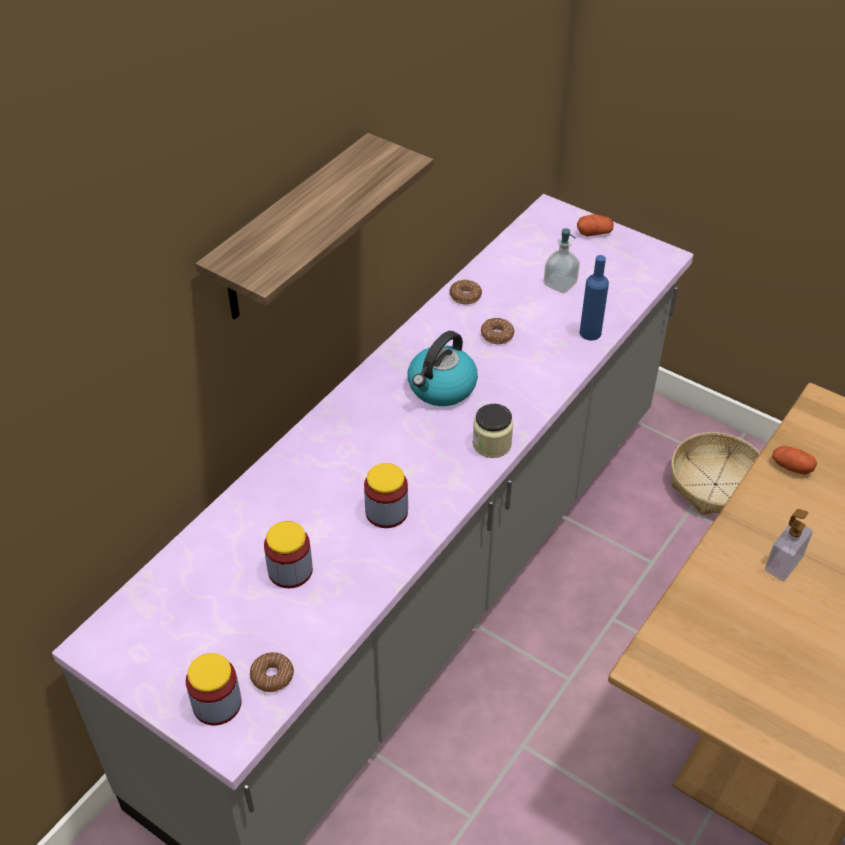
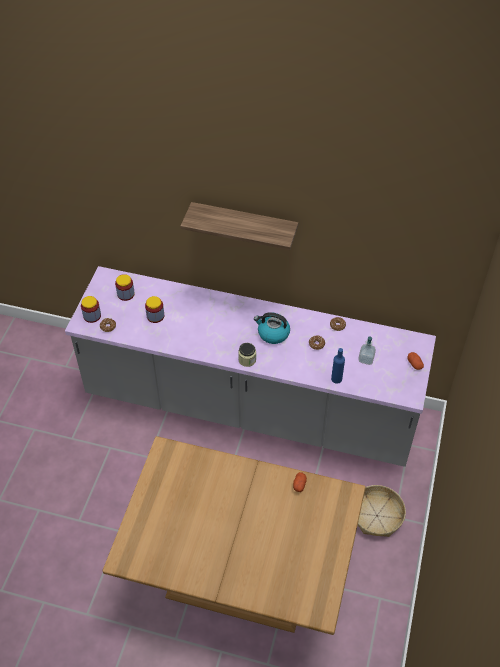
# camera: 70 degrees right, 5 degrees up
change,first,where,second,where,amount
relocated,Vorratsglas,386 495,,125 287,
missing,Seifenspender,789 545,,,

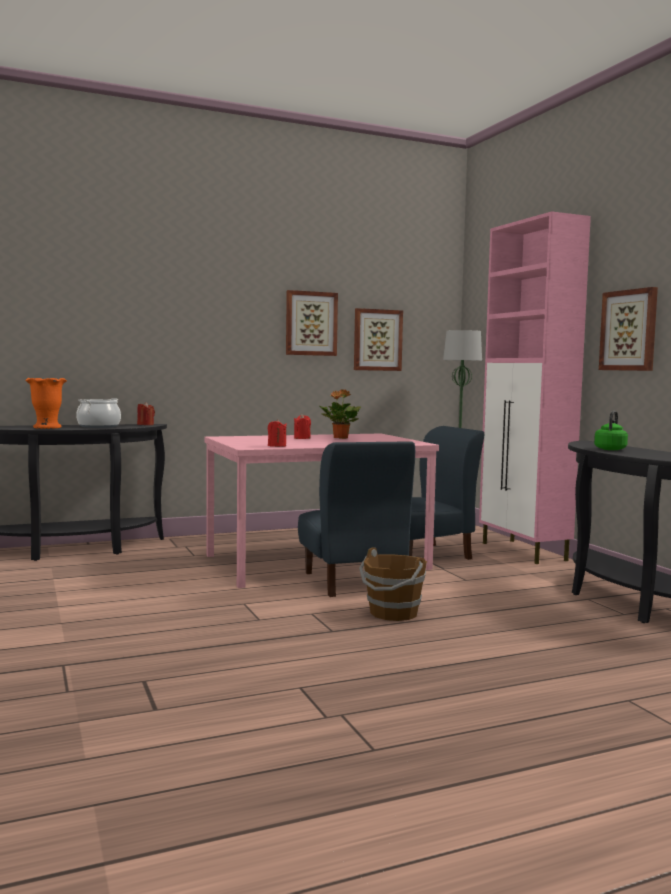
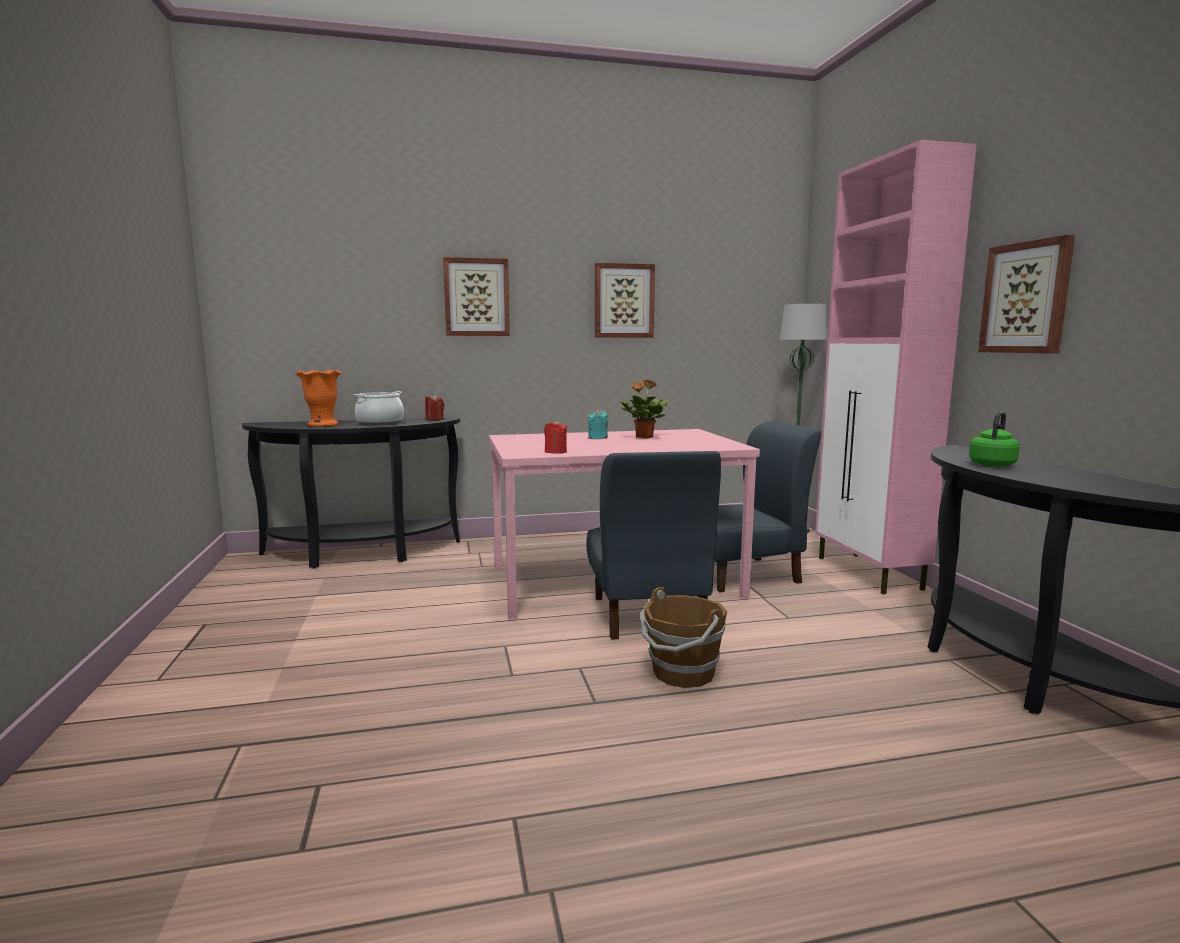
# camera: 10 degrees right, 5 degrees up
change,first,where,second,where,amount
colour,Kerze (rot),302 426,Kerze (türkis),598 424,
relocated,Bild,378 339,,476 296,

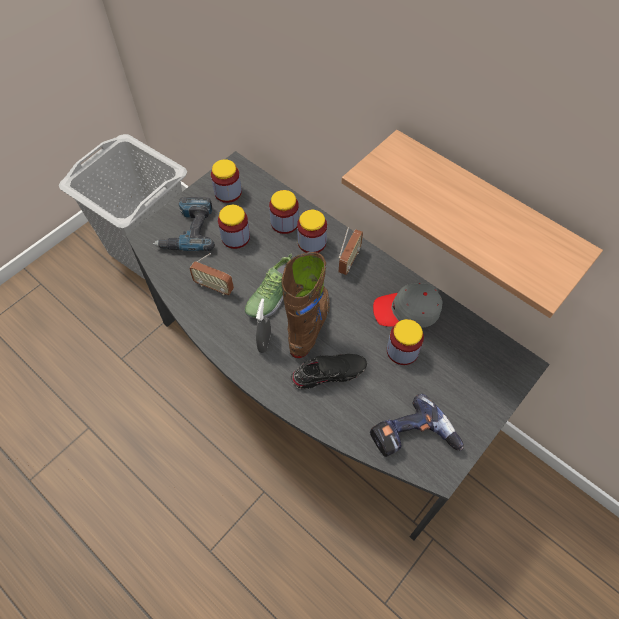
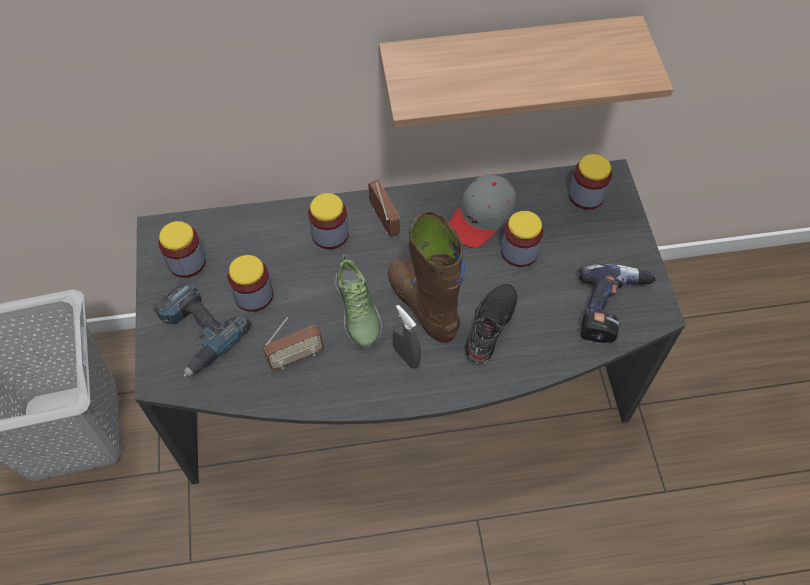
# camera: 50 degrees left, 0 degrees up
change,first,where,second,where,amount
relocated,Vorratsglas,284 212,,590 182,

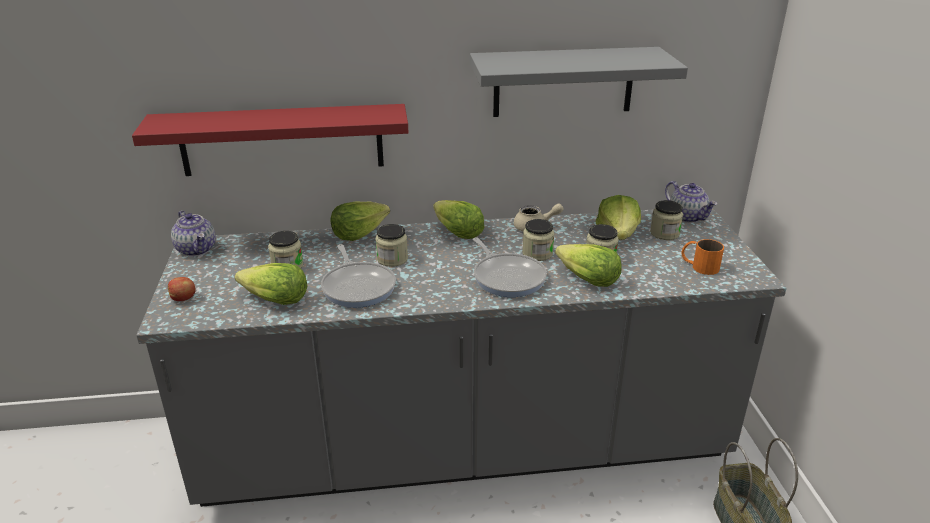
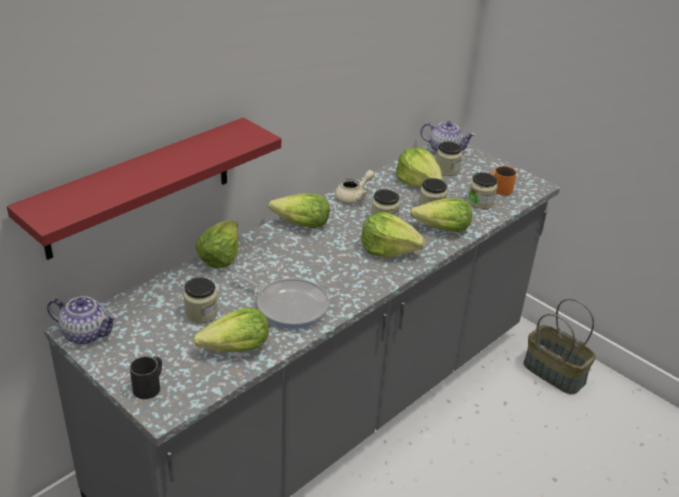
# camera: 40 degrees left, 5 degrees up
change,first,where,second,where,amount
exchanged,Apfel,182 289,Henkelbecher (schwarz),146 377,
relocated,Vorratsglas,392 245,,482 190,
missing,Wandregal (grau),579 82,,,
exchanged,Pfanne,510 267,Salatkopf,393 234,

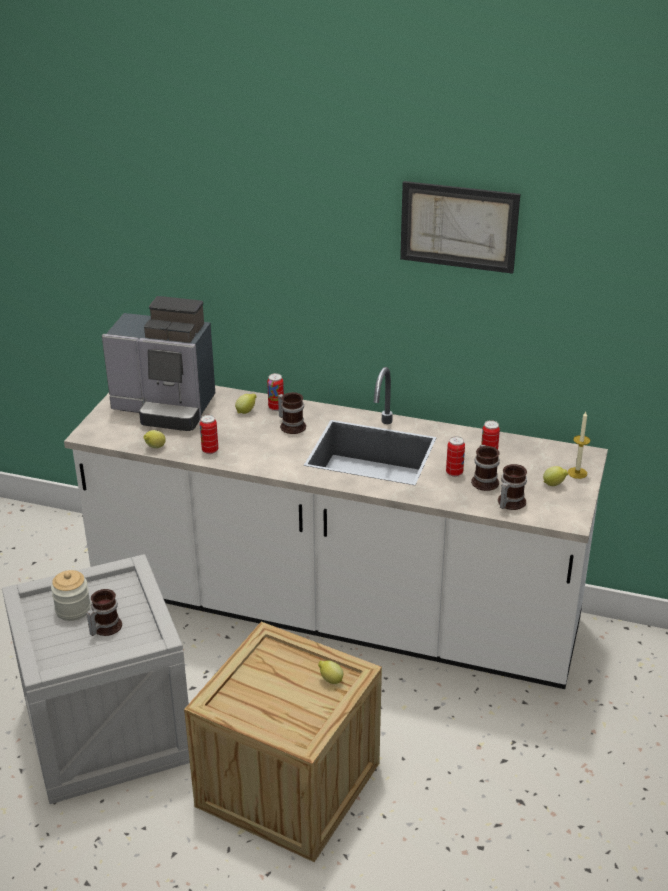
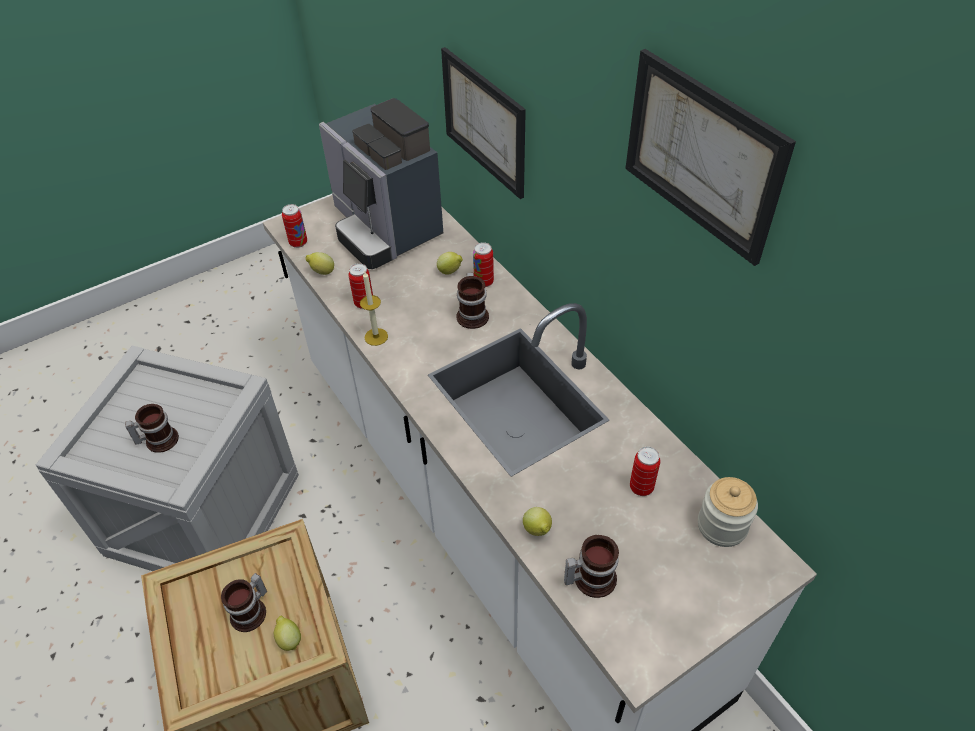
# camera: 40 degrees right, 15 degrees up
change,first,where,second,where,amount
relocated,Vorratsglas,71 595,,728 512,
relocated,Dose,455 456,,294 226,
relocated,Henkelbecher,485 468,,244 602,
relocated,Zitrone,555 476,,537 521,
relocated,Kerze,579 445,,374 309,
appeared,,,Bild,483 123,

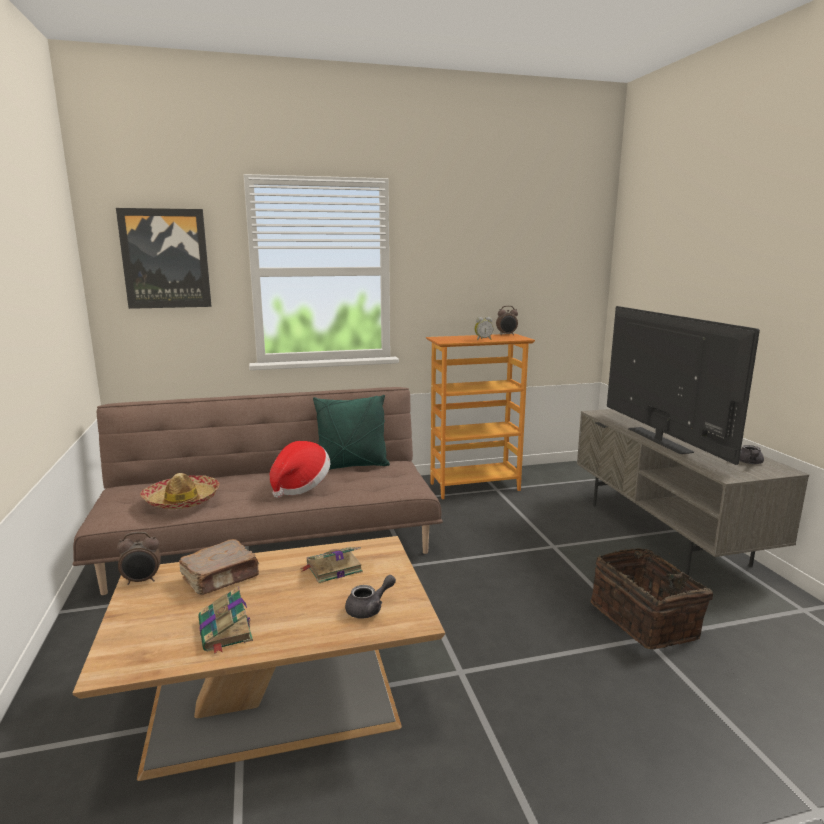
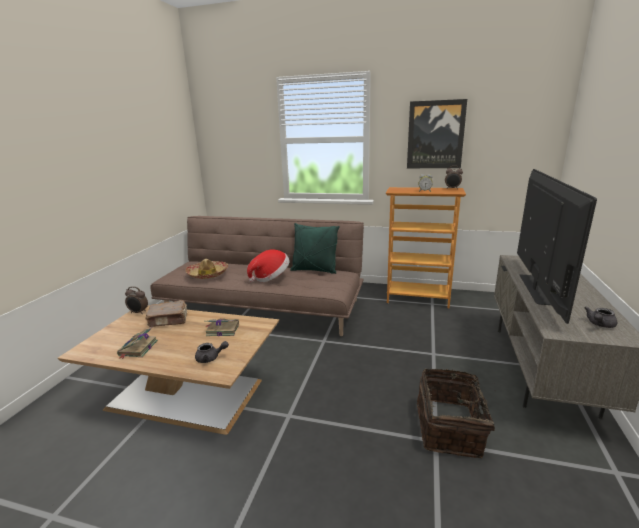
# camera: 30 degrees right, 5 degrees up
change,first,where,second,where,amount
relocated,Bild,164 258,,437 133,

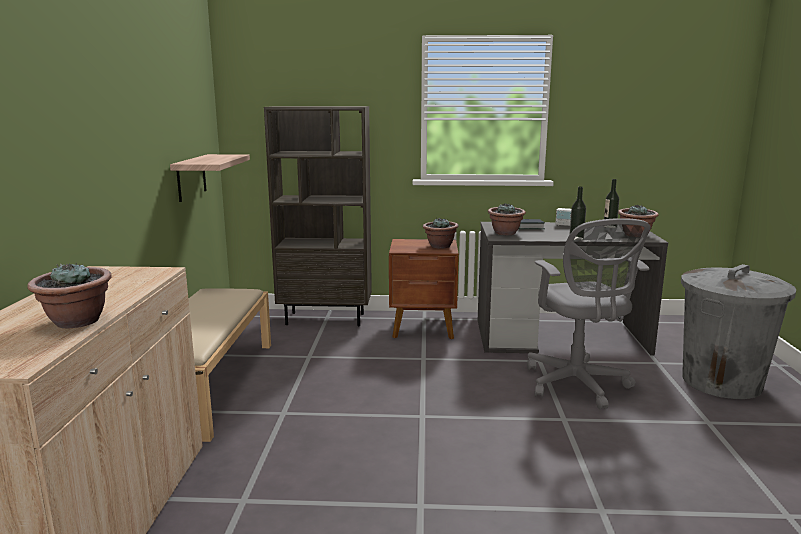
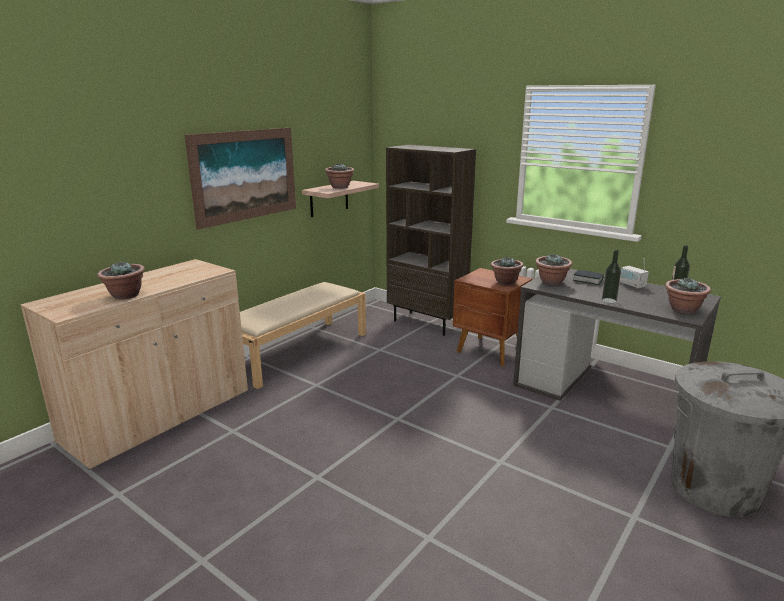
# camera: 35 degrees right, 5 degrees up
change,first,where,second,where,amount
missing,Bürostuhl (grau),589 313,,,
appeared,,,Bild,240 178,
appeared,,,Topfpflanze,339 176,

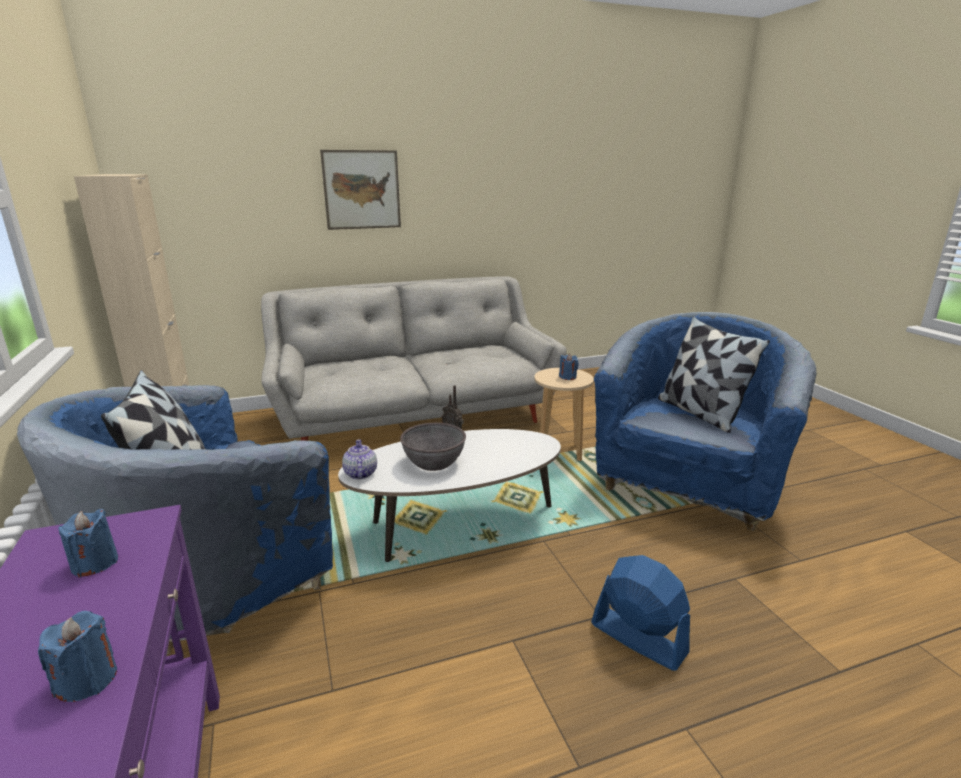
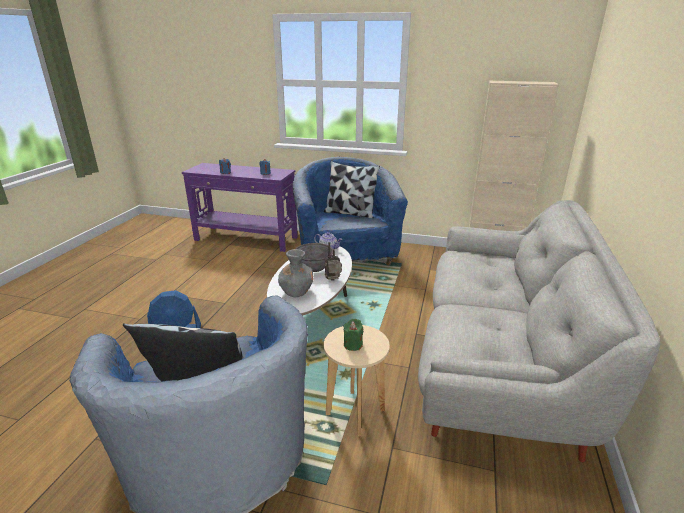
# camera: 125 degrees right, 5 degrees up
change,first,where,second,where,amount
missing,Bild,360 190,,,
colour,Kerze (blau),569 367,Kerze (grün),353 335,
appeared,,,Vase (grau),295 273,

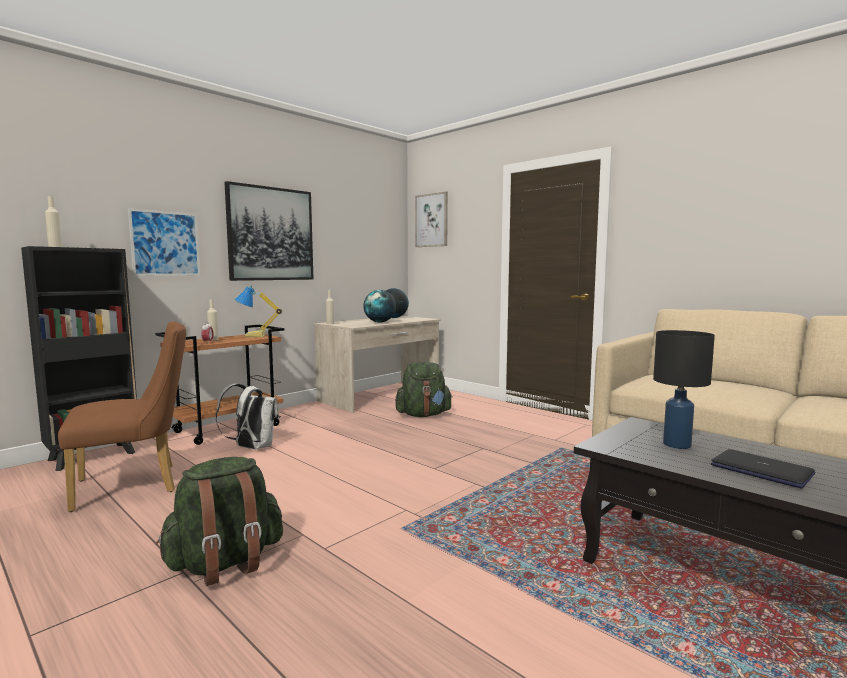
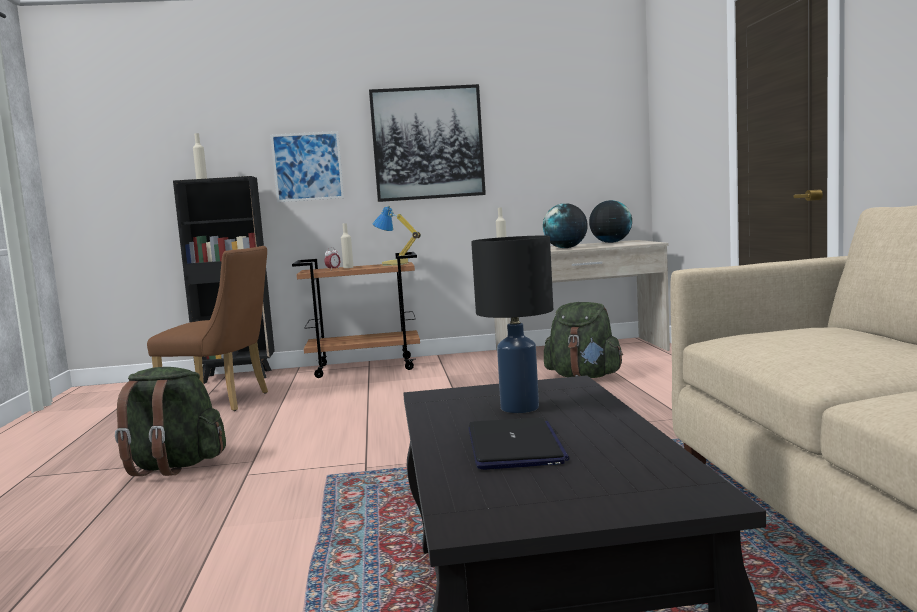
# camera: 40 degrees right, 0 degrees up
change,first,where,second,where,amount
missing,Rucksack (weiß),247 416,,,
missing,Bild,431 219,,,

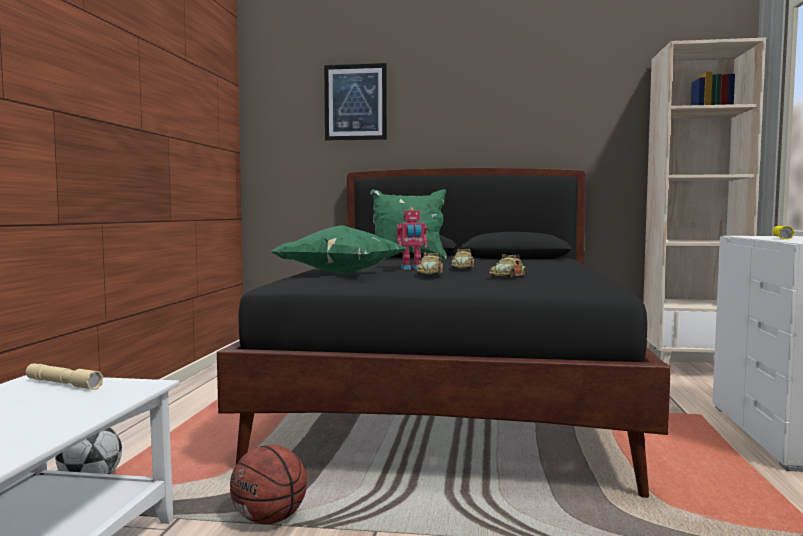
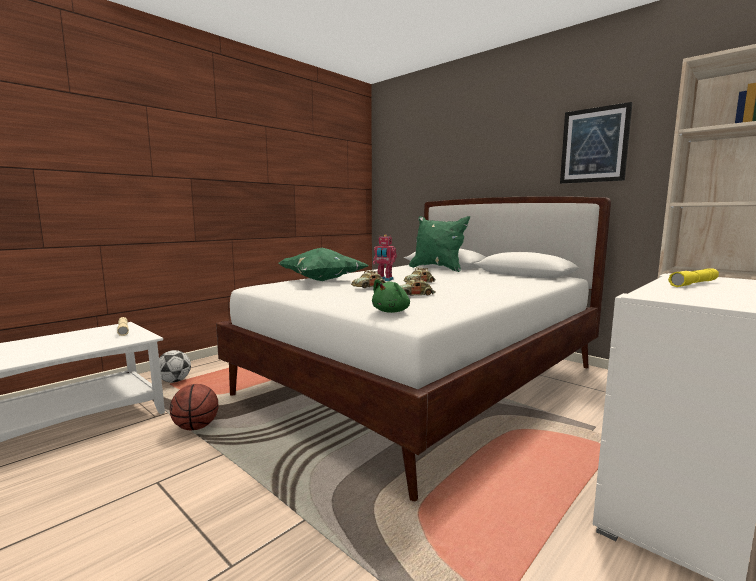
# camera: 35 degrees right, 5 degrees up
change,first,where,second,where,amount
colour,Bett (schwarz),444 333,Bett (weiß),413 348,
relocated,Bild,355 102,,596 143,
appeared,,,Plüschtier (grün),391 296,

